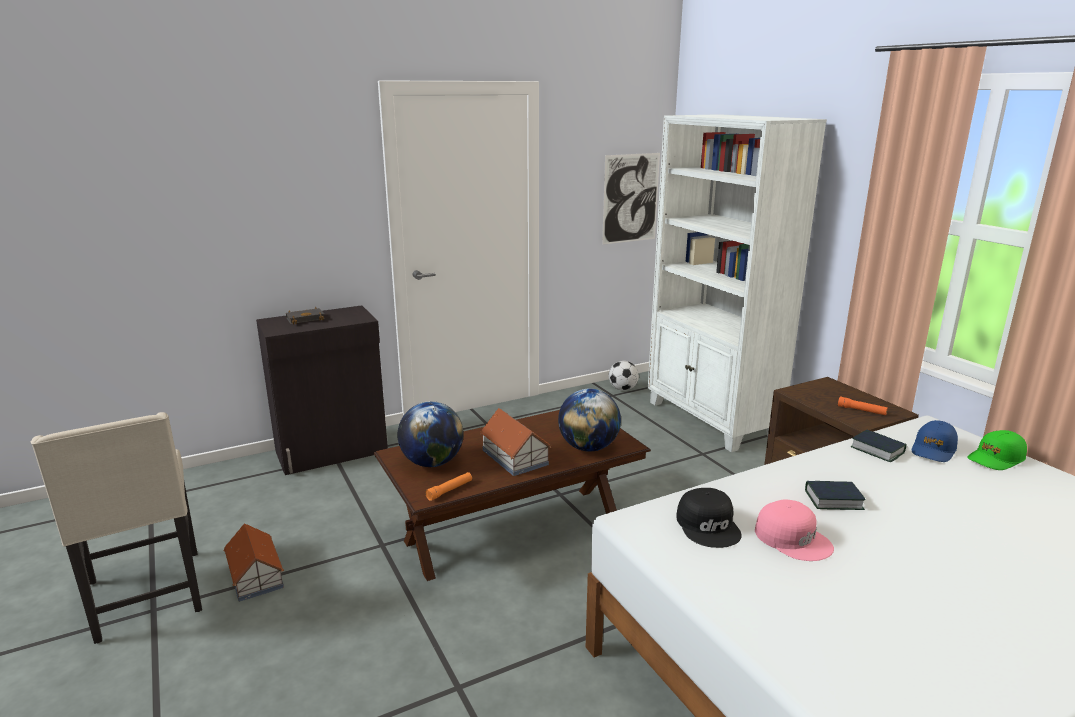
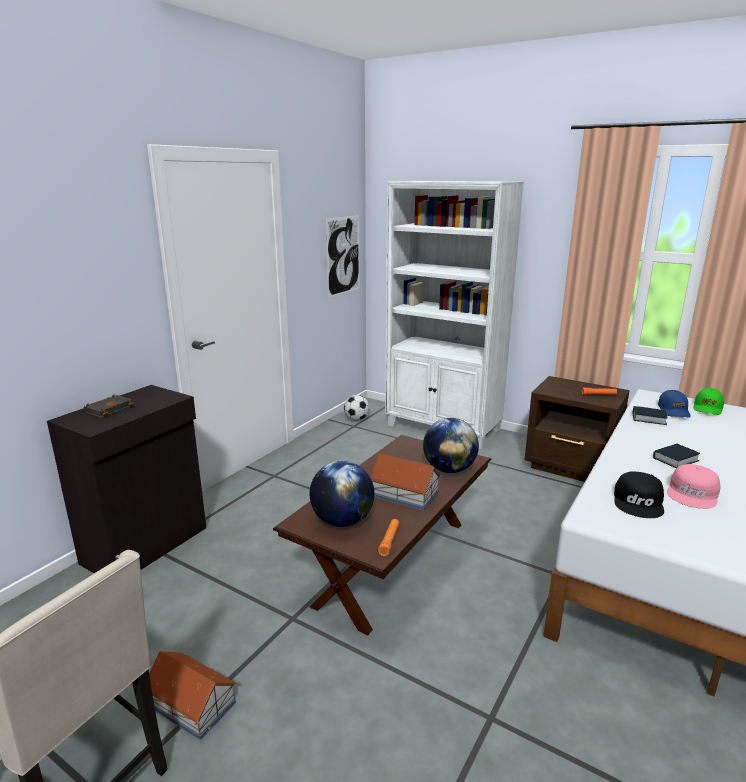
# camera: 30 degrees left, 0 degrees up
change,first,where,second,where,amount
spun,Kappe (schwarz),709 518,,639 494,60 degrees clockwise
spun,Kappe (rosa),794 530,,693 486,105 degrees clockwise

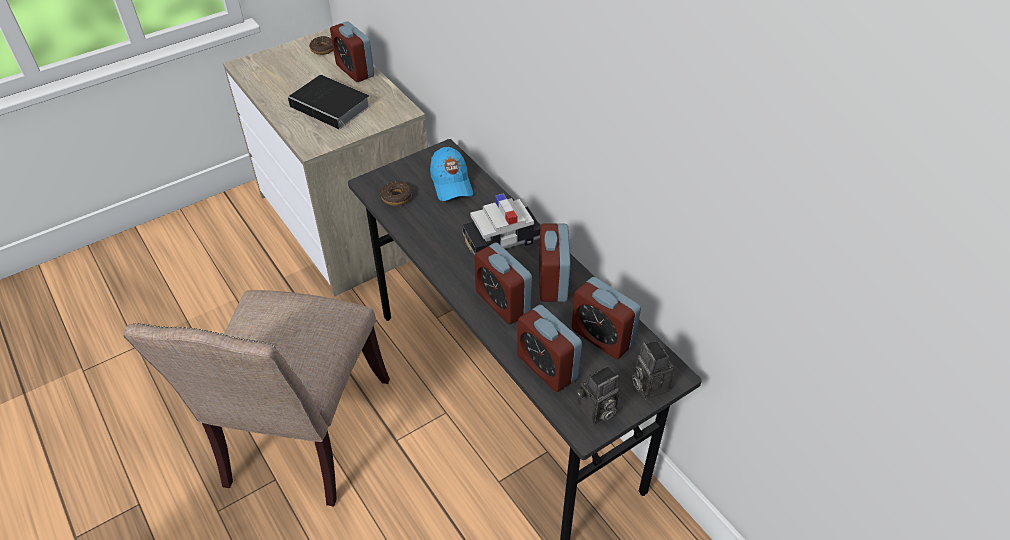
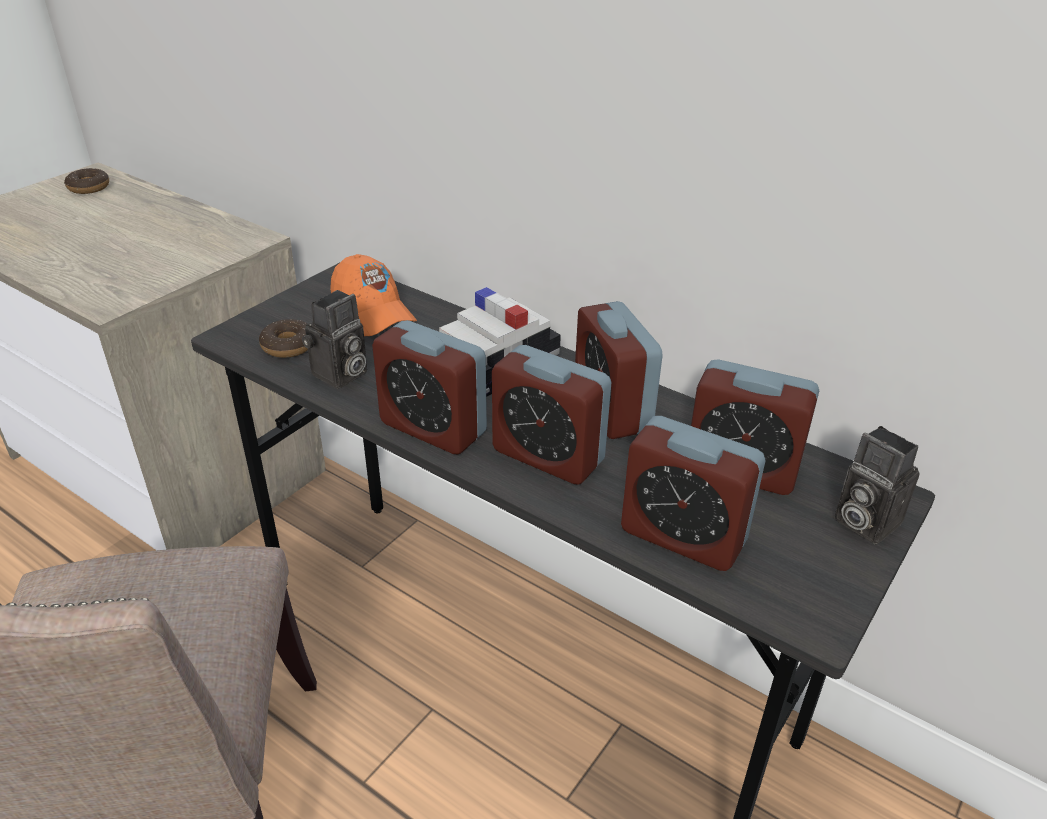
# camera: 20 degrees left, 10 degrees down
change,first,where,second,where,amount
missing,Buch,329 103,,,
relocated,Wecker,352 51,,429 387,
colour,Kappe (blau),451 174,Kappe (orange),373 295,
relocated,Kamera,598 395,,334 339,

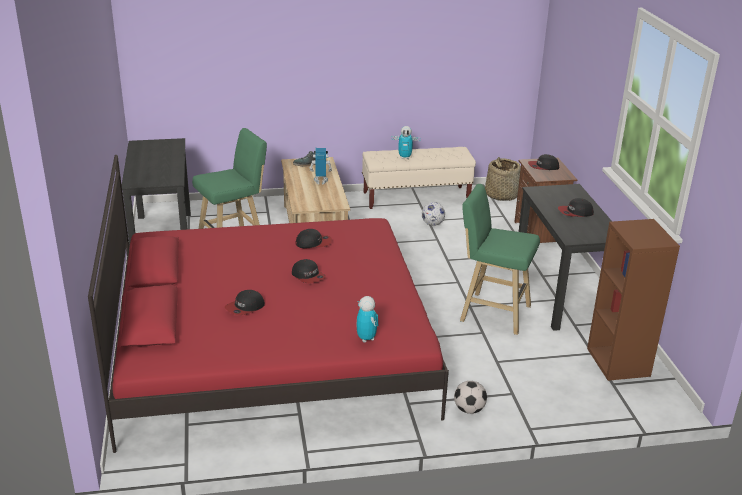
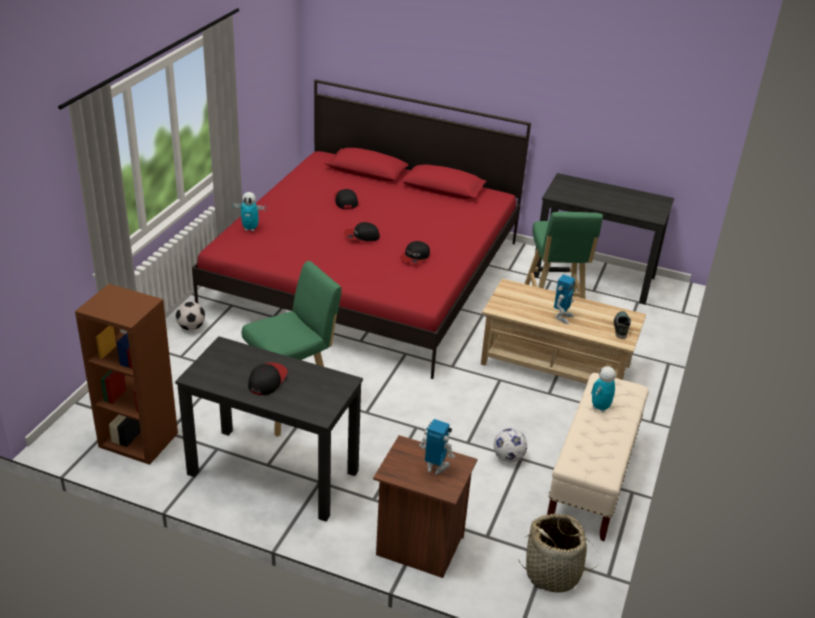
# camera: 120 degrees right, 5 degrees up
change,first,where,second,where,amount
exchanged,Kappe,543 162,Spielzeugroboter,437 447,

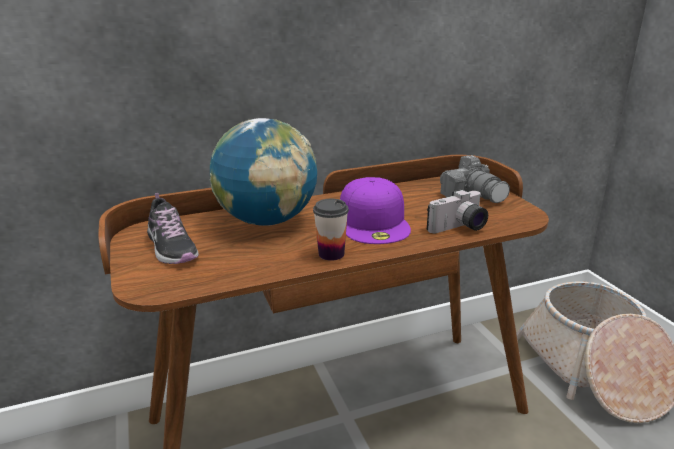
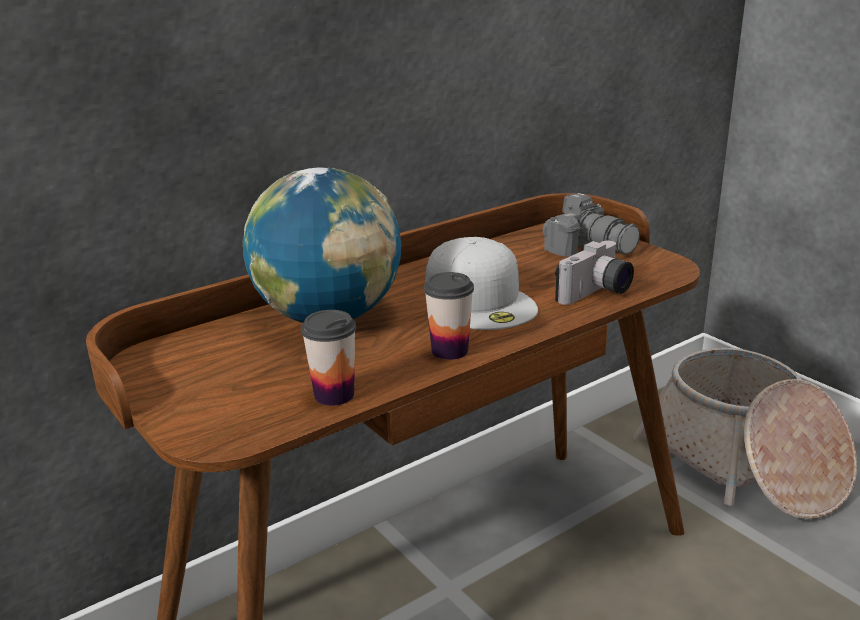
# camera: 15 degrees left, 0 degrees up
change,first,where,second,where,amount
missing,Schuh,173 228,,,
colour,Kappe (lila),375 210,Kappe (weiß),481 283,
appeared,,,Tasse,328 358,

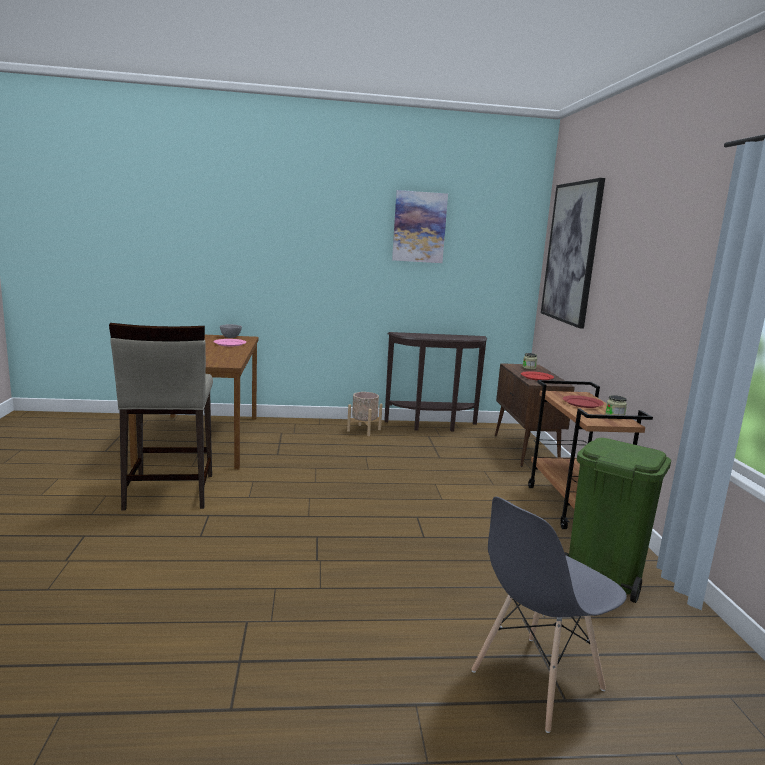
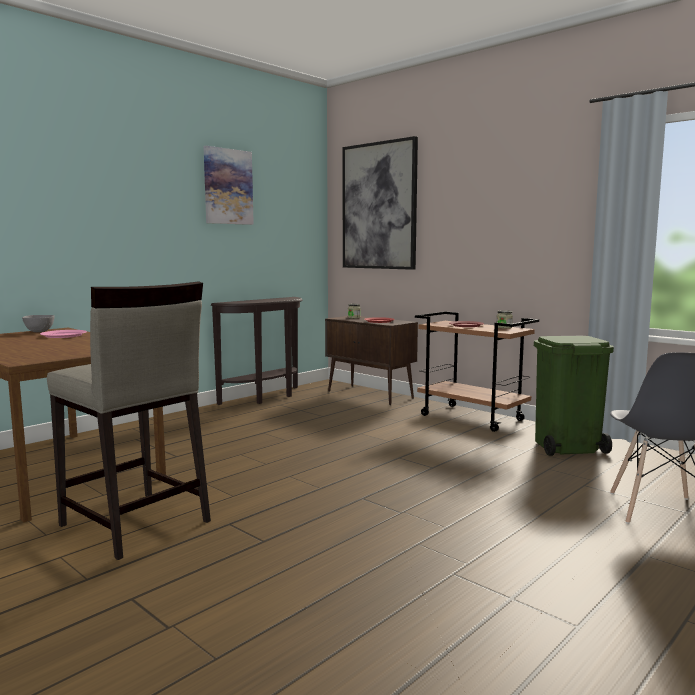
# camera: 40 degrees left, 5 degrees down
change,first,where,second,where,amount
missing,Pflanzkübel (beige),365 414,,,

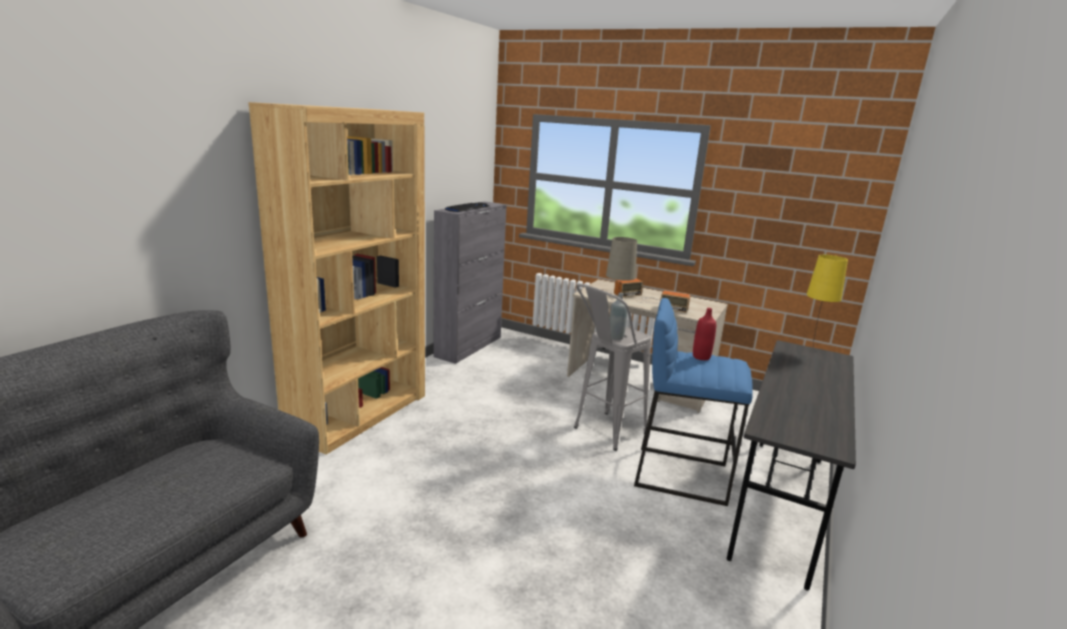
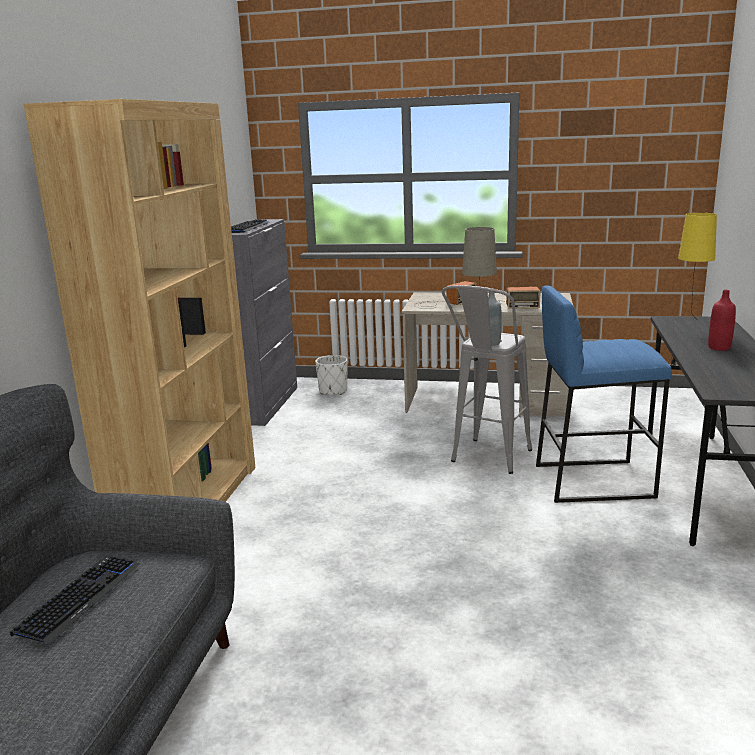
# camera: 15 degrees left, 0 degrees up
change,first,where,second,where,amount
relocated,Flasche (rot),704 334,,722 320,
appeared,,,Tastatur,75 600,
appeared,,,Pflanzkübel (weiß),331 375,

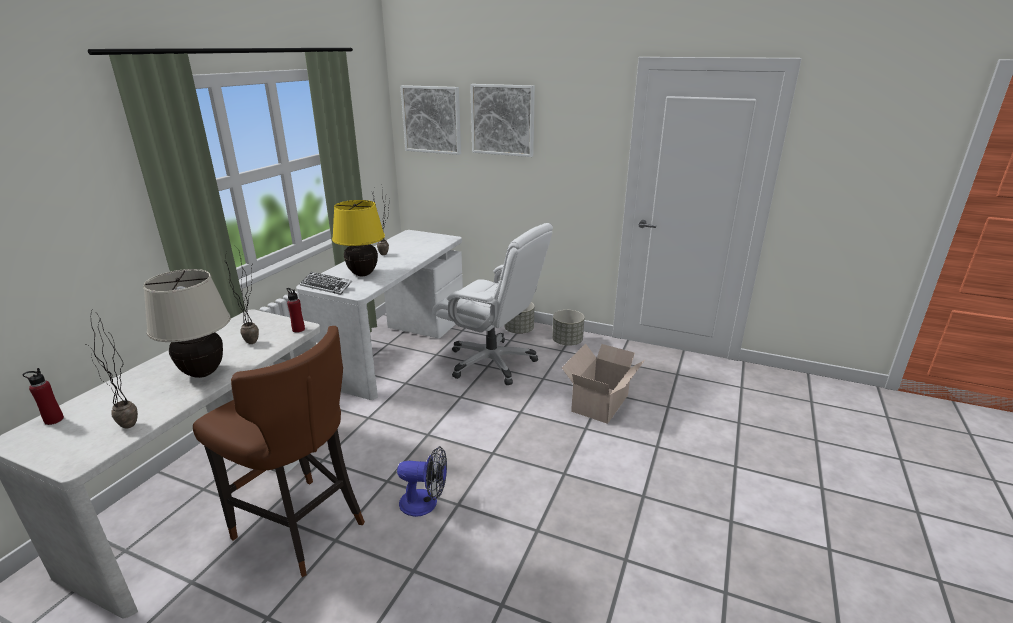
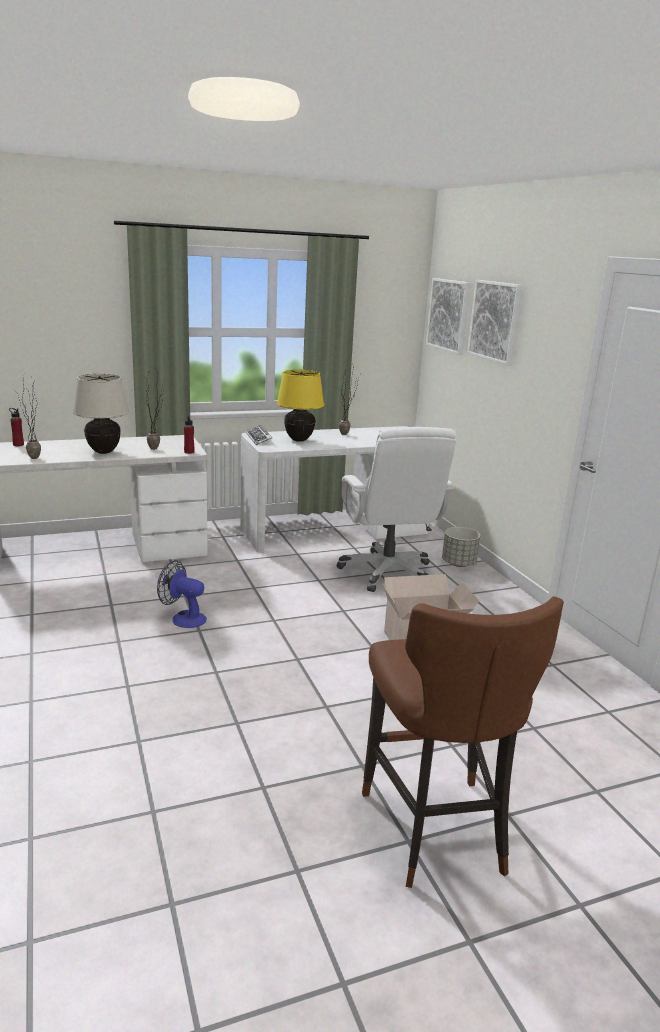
# camera: 45 degrees right, 5 degrees down
change,first,where,second,where,amount
relocated,Hocker (braun),279 451,,463 742,
spun,Ventilator,422 481,,182 594,150 degrees clockwise
missing,Pflanzkübel (grau),568 328,,,

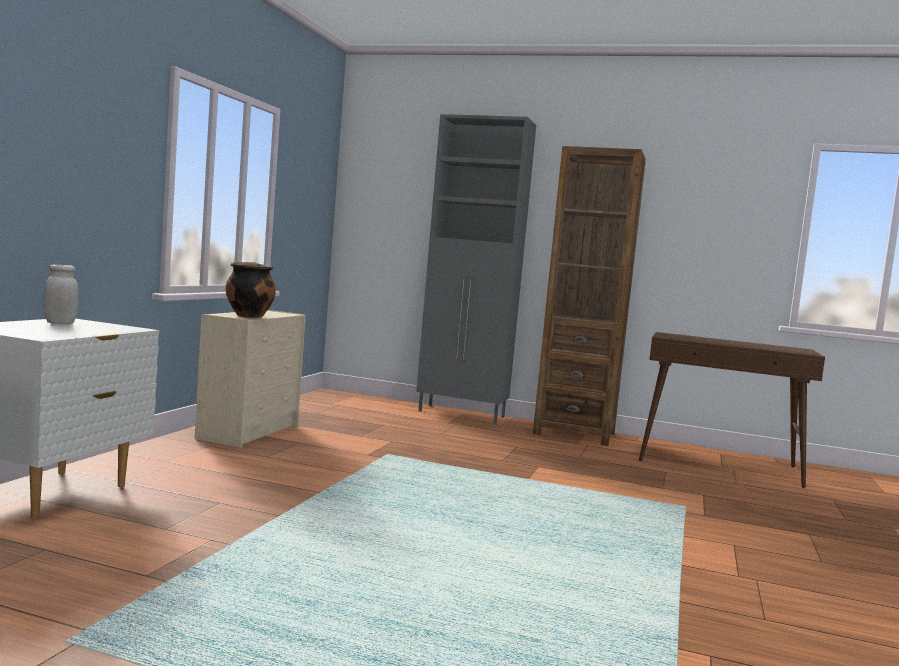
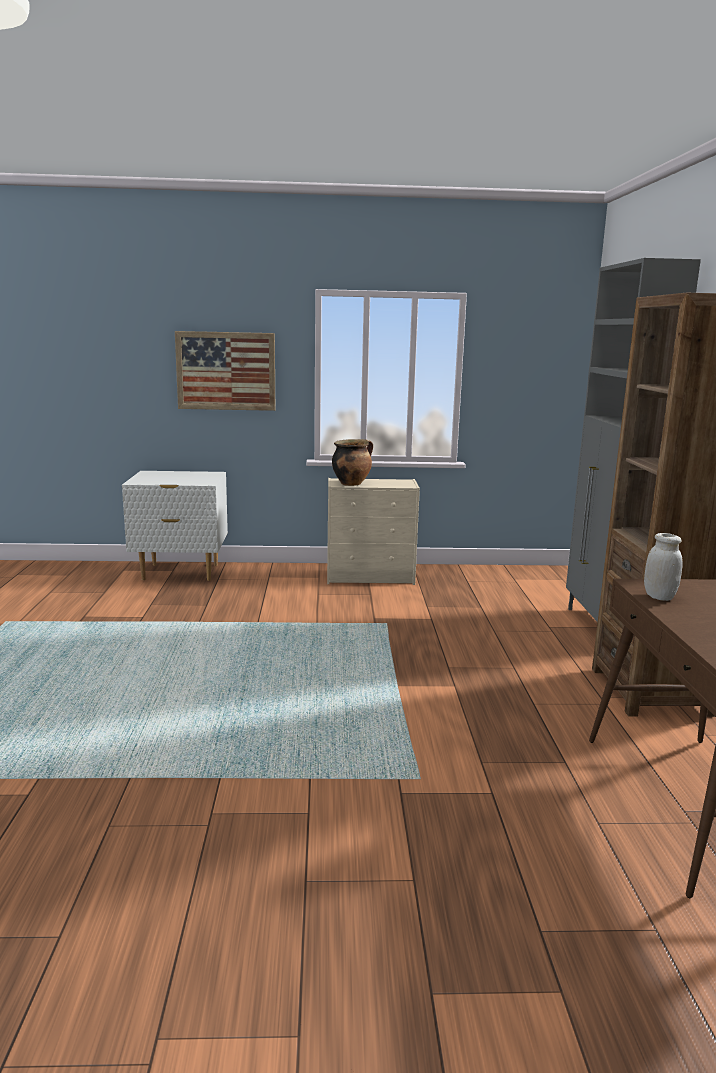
# camera: 70 degrees right, 10 degrees up
change,first,where,second,where,amount
relocated,Vorratsglas (weiß),61 294,,663 567,
appeared,,,Bild,225 371,

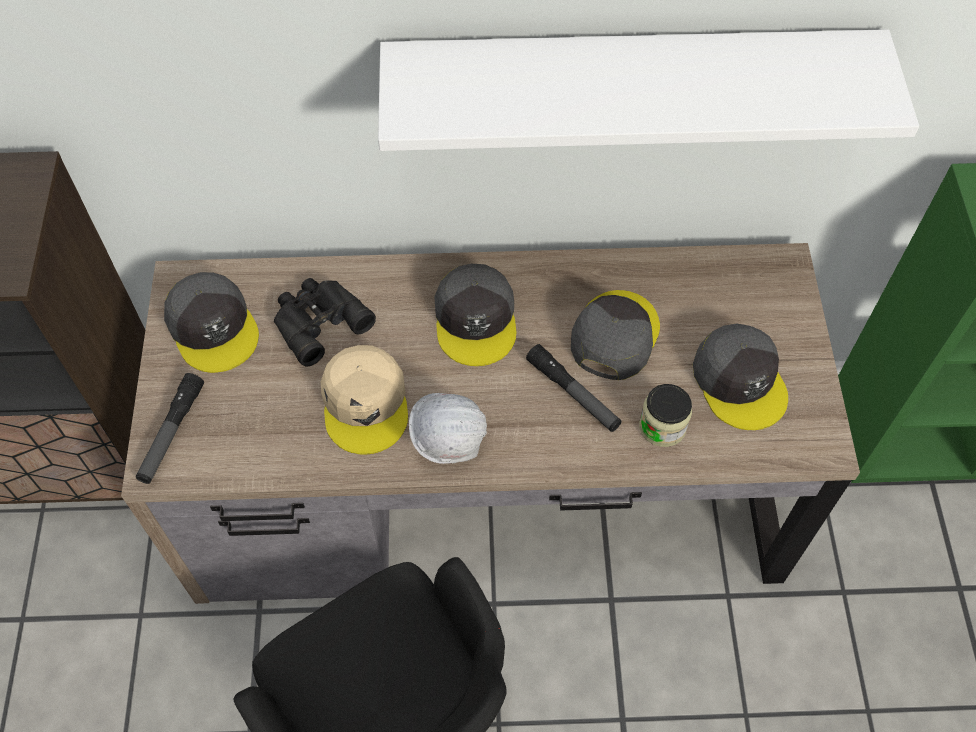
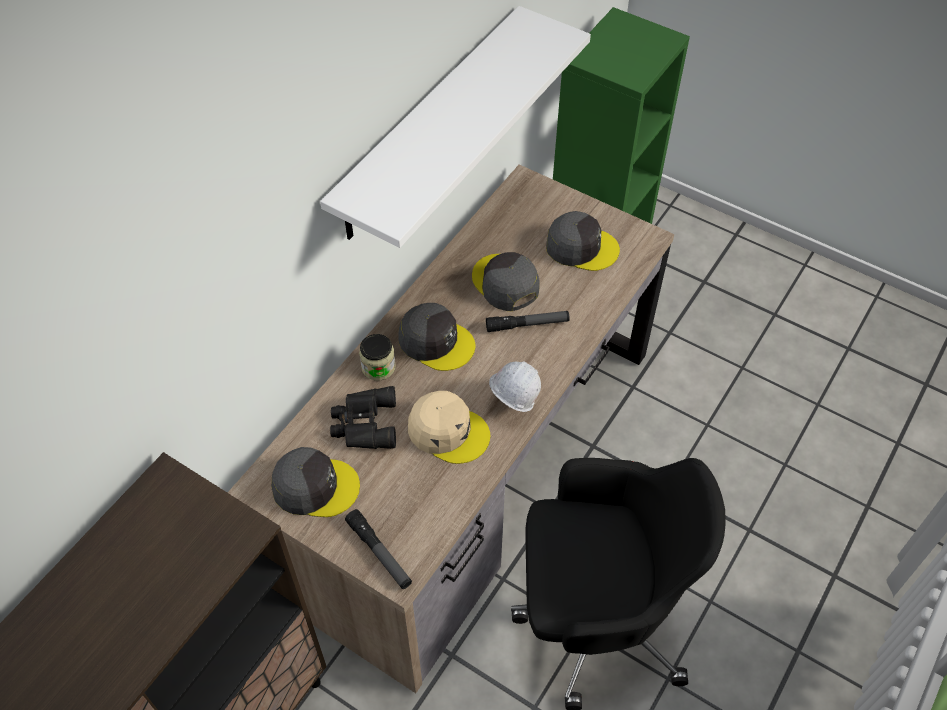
# camera: 55 degrees left, 5 degrees down
change,first,where,second,where,amount
relocated,Vorratsglas,665 415,,377 357,

